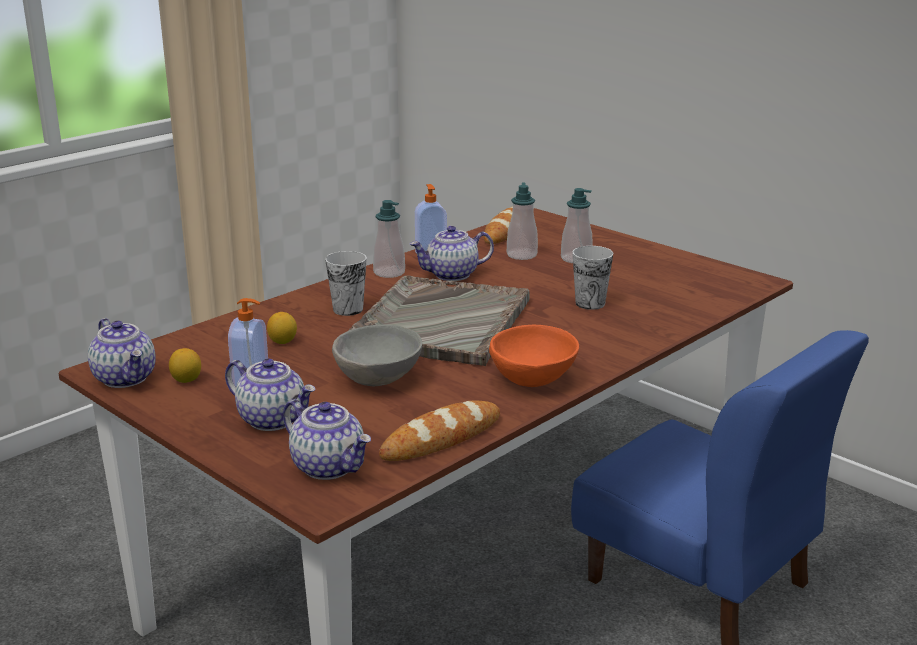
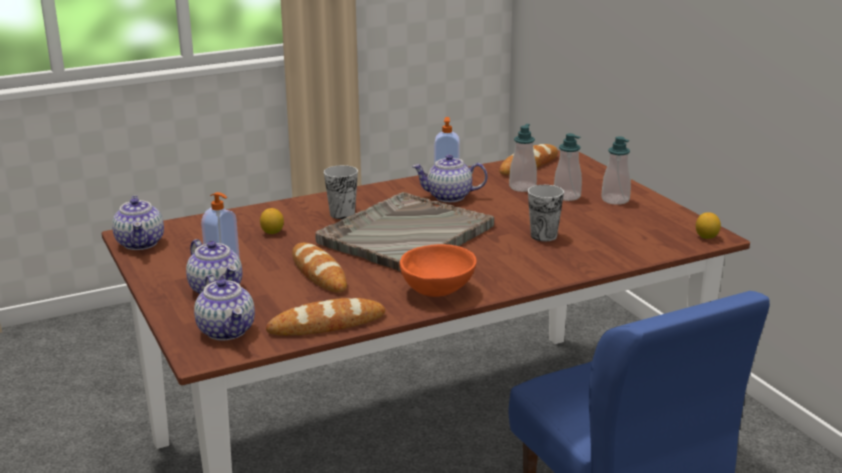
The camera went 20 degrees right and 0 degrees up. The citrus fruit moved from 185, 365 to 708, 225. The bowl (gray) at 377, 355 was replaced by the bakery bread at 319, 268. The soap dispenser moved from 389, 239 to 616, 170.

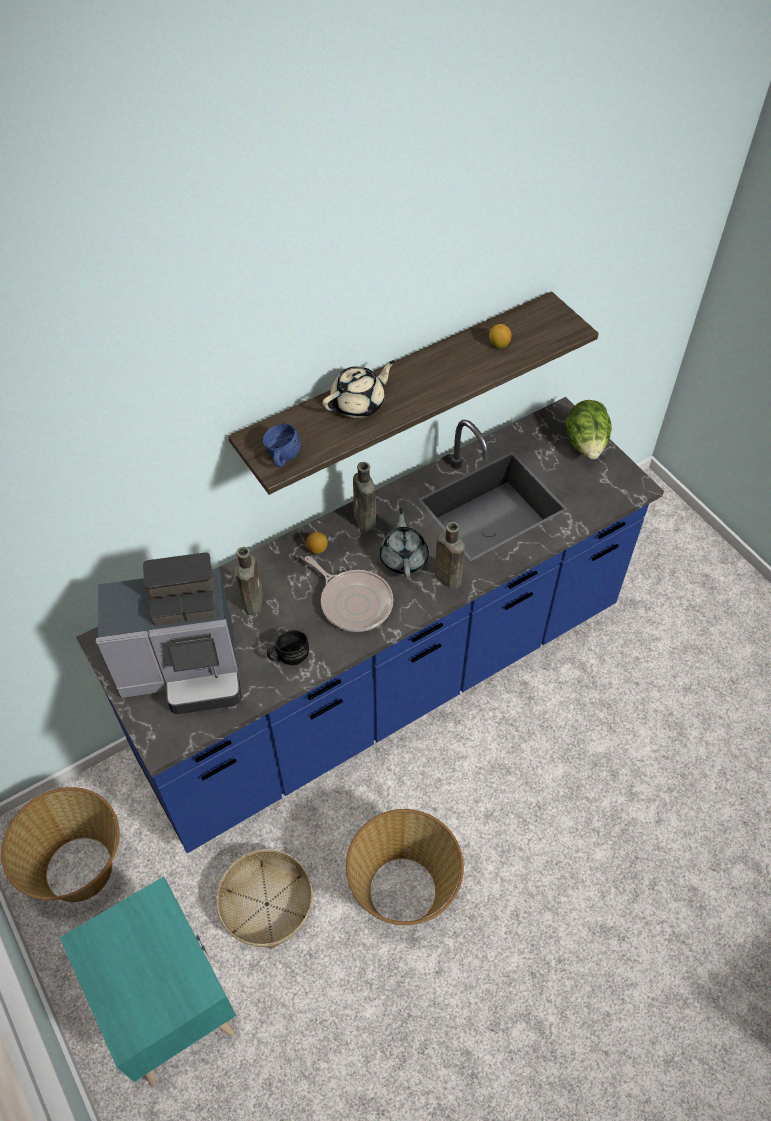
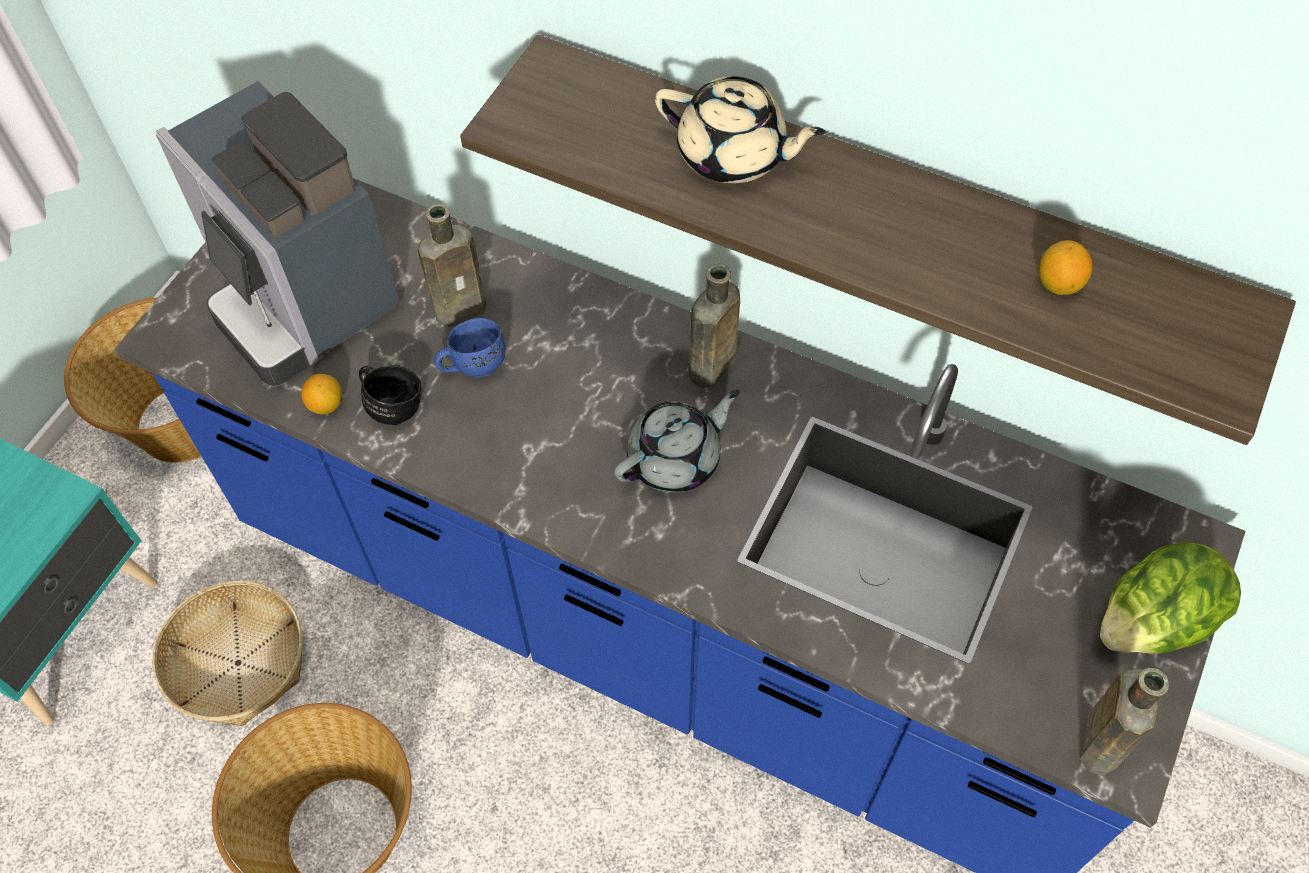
The camera went 60 degrees right and 5 degrees up. The coffee mug (bluish) moved from 282, 445 to 469, 347. The frying pan at 348, 594 disappeared. The citrus fruit moved from 317, 543 to 321, 394. The drink bottle (brownish) moved from 450, 555 to 1124, 722.

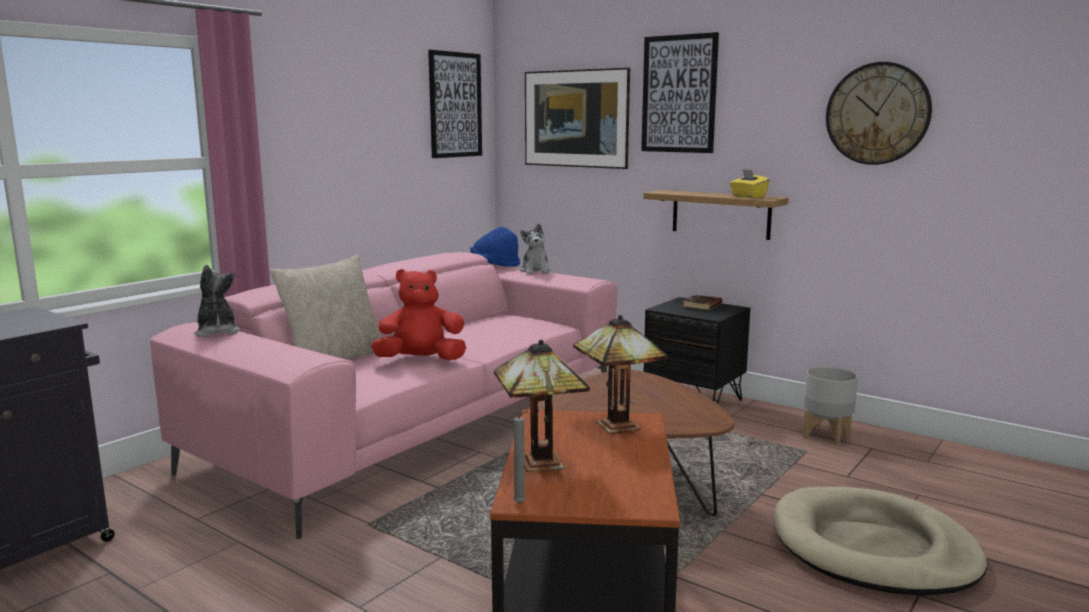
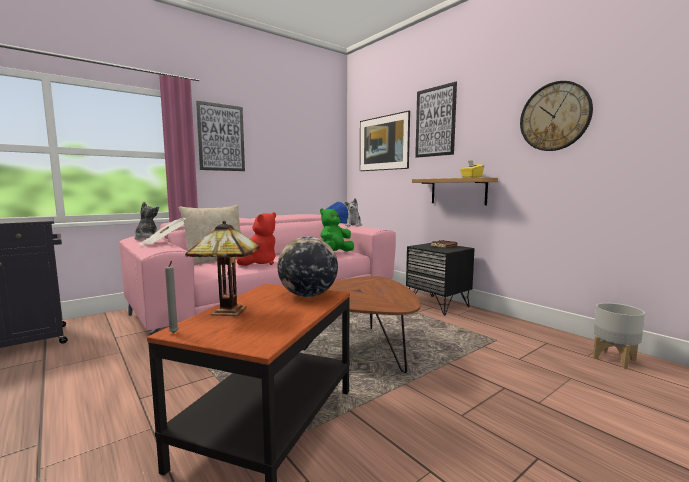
The camera went 15 degrees right and 5 degrees down. The cuddly toy (red) at 418, 314 turned 120 degrees clockwise. The wall picture moved from 455, 104 to 220, 136. The lamp for a table at 620, 374 was replaced by the globe at 307, 266. The dog cushion (beige) at 880, 541 disappeared. The planter (gray) moved from 830, 406 to 619, 336. The printed paper at 162, 231 appeared. The cuddly toy (greenish) at 337, 230 appeared.

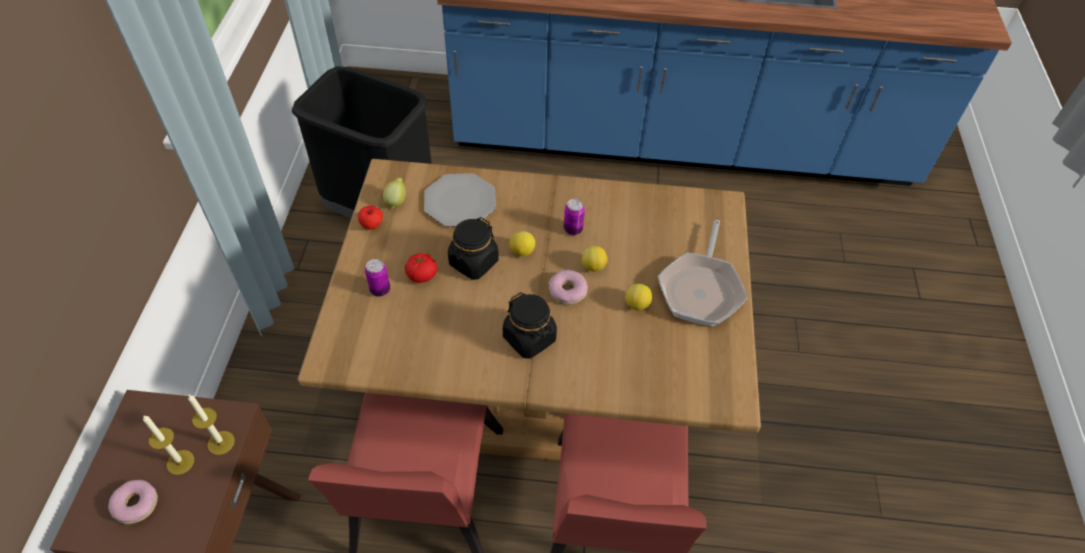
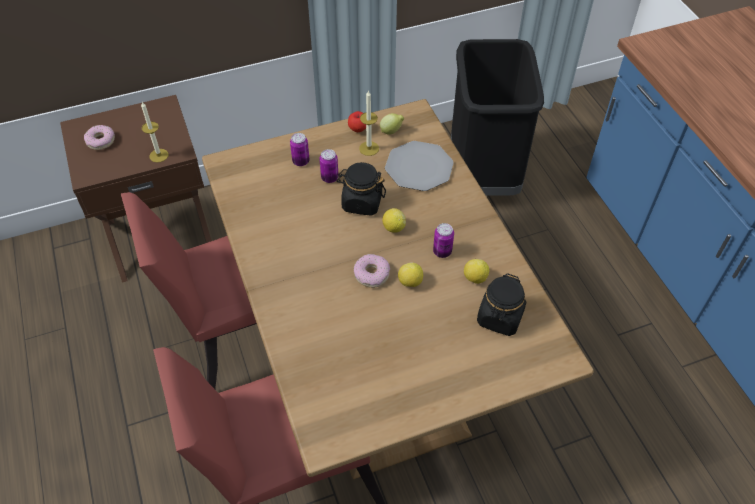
The camera went 65 degrees right and 0 degrees up. The wax candle moved from 168, 445 to 369, 123. The tomato at 421, 268 was replaced by the sealed can at 329, 166. The jar (black-coloured) moved from 530, 325 to 502, 304. The citrus fruit moved from 638, 297 to 476, 271. The frying pan at 702, 273 disappeared.

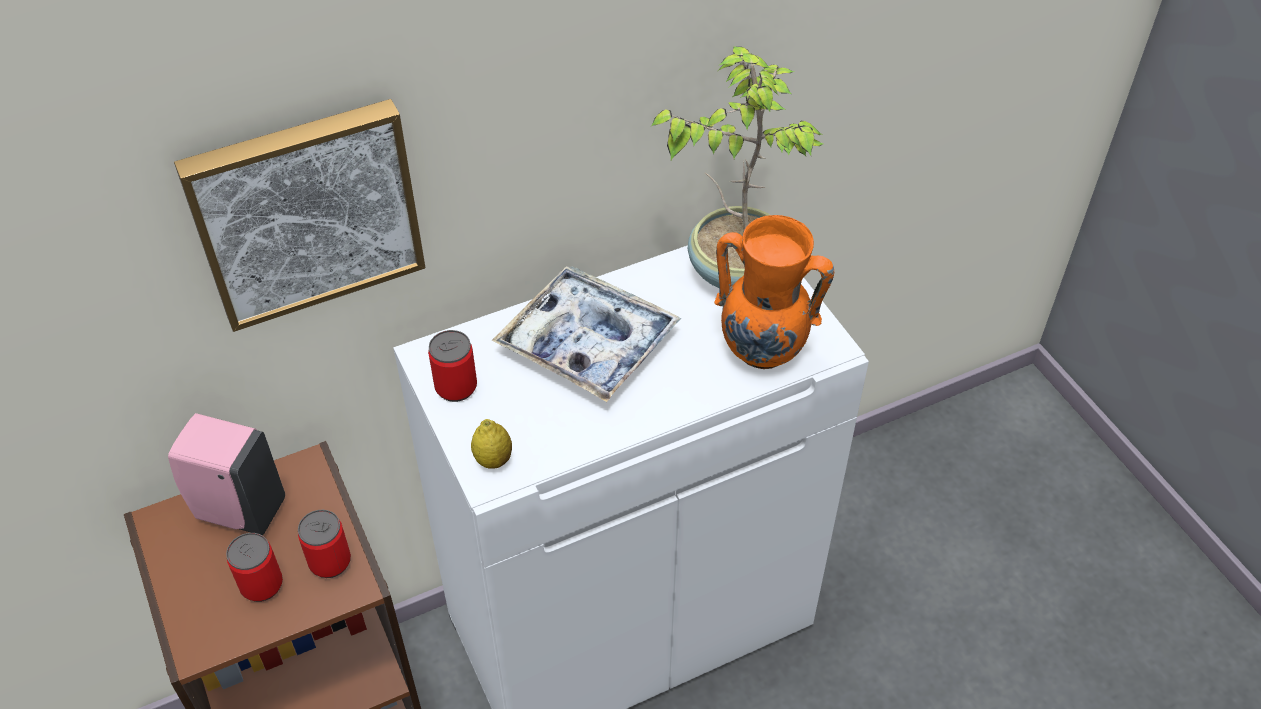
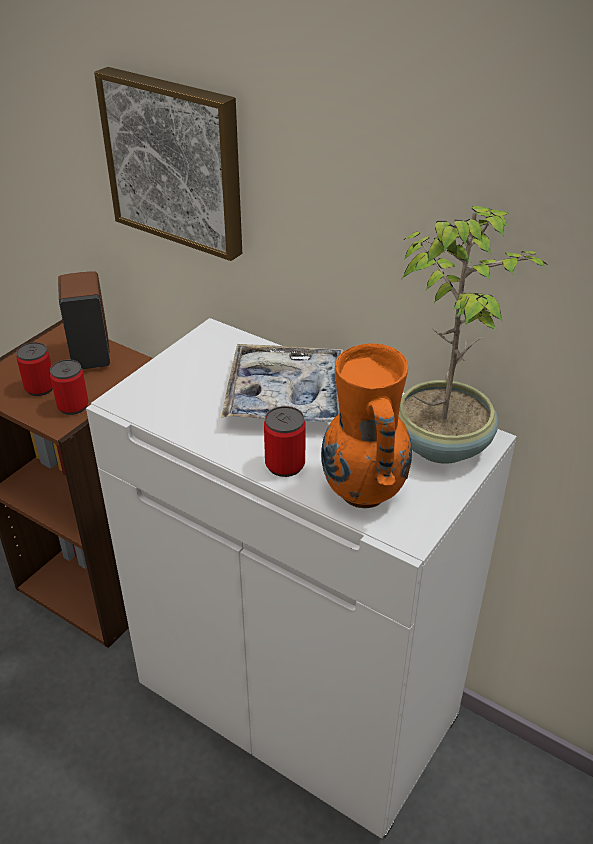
The camera went 60 degrees right and 10 degrees down. The soap dispenser (pinkish) at 226, 474 became the soap dispenser (brownish) at 84, 320. The sealed can moved from 452, 366 to 285, 441. The citrus fruit at 491, 444 disappeared.

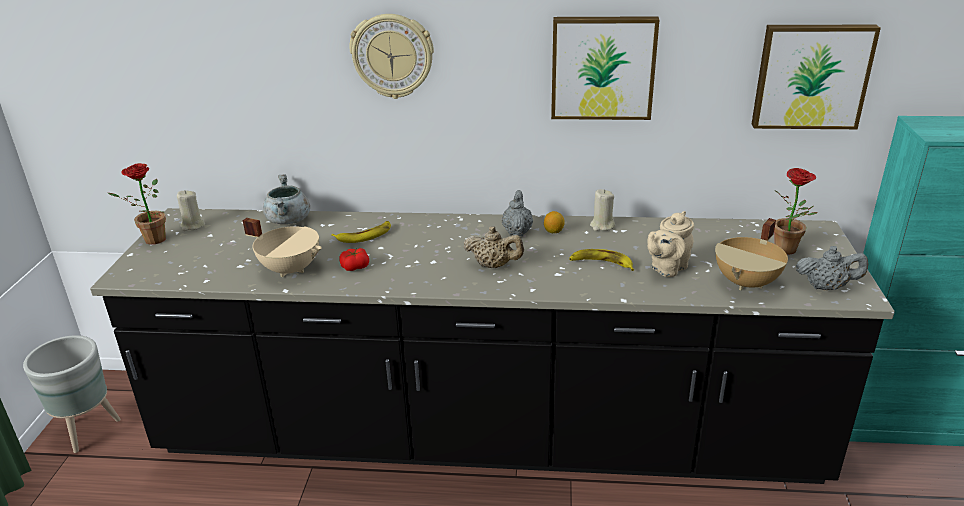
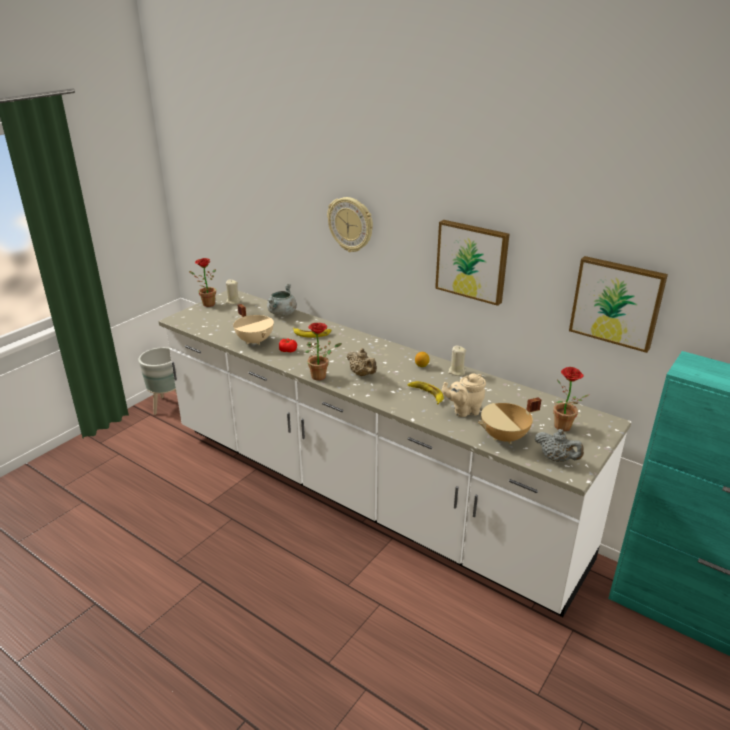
The camera went 30 degrees right and 0 degrees up. The kitchen counter (black-coloured) at 492, 346 became the kitchen counter (white) at 394, 453. The pot for tea (gray) at 517, 213 disappeared. The houseplant at 323, 351 appeared.

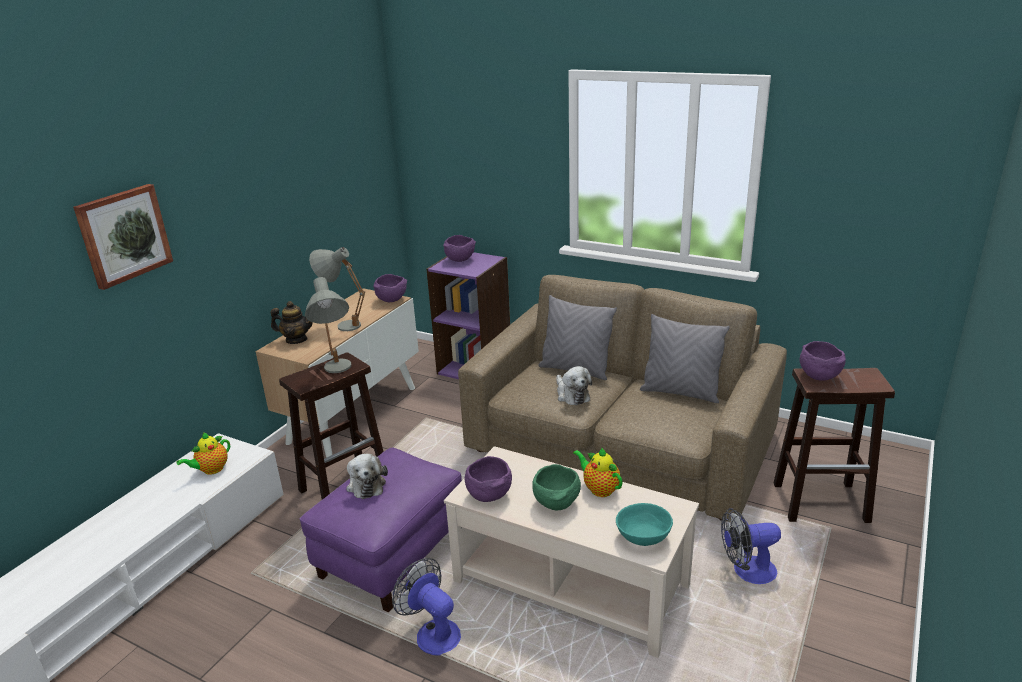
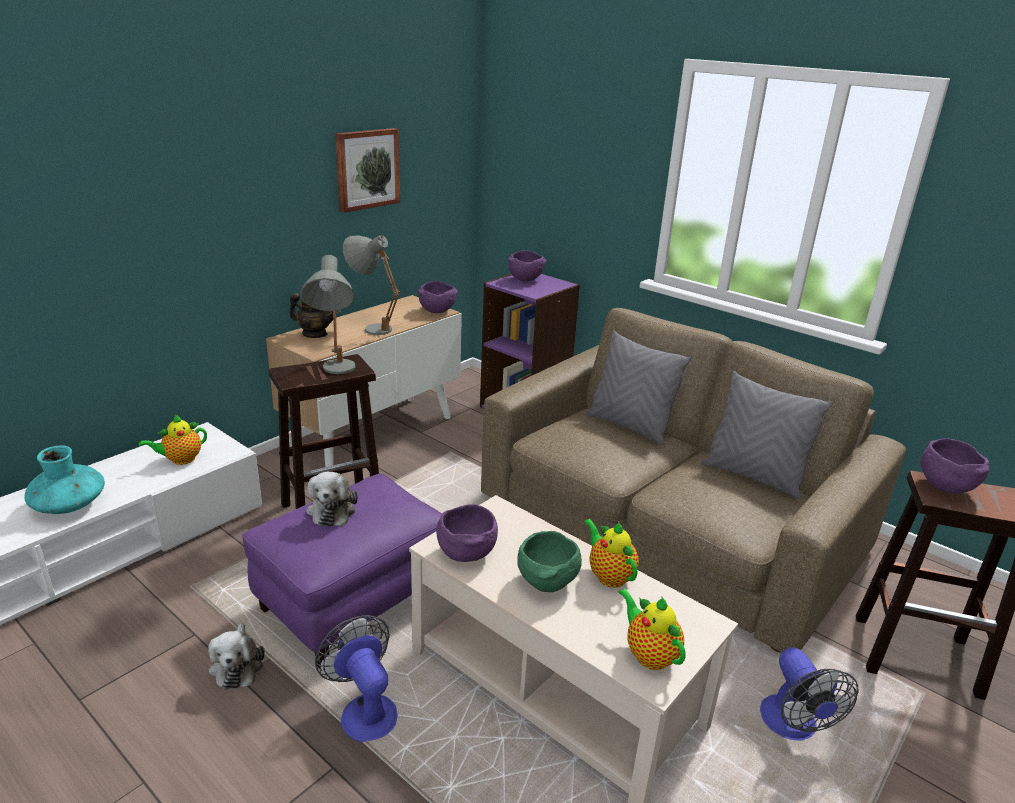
The camera went 10 degrees right and 0 degrees up. The wall picture moved from 123, 237 to 367, 170. The cuddly toy moved from 574, 386 to 236, 656. The bowl (turquoise) at 644, 524 was replaced by the pot for tea at 652, 629. The cooling fan at 751, 546 turned 105 degrees counterclockwise. The vase (turquoise) at 65, 479 appeared.

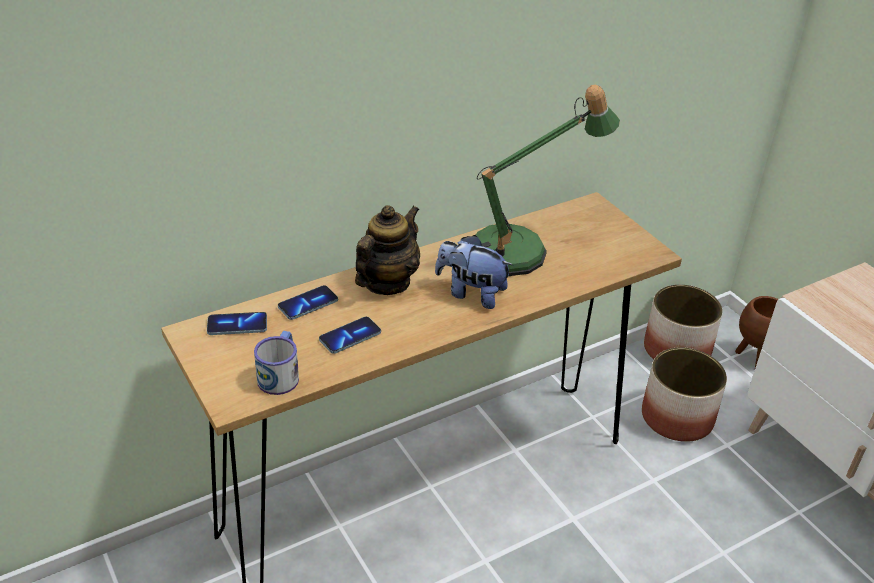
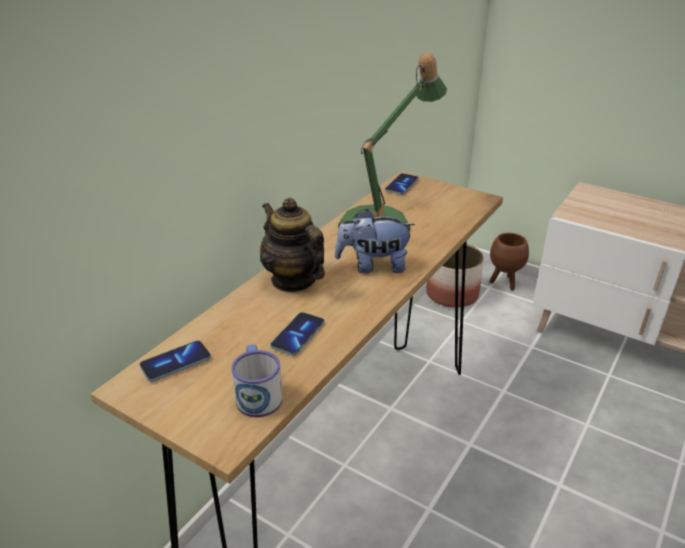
The camera went 25 degrees left and 5 degrees down. The phone moved from 308, 302 to 402, 184. The pot for tea at 387, 250 turned 45 degrees counterclockwise. The planter at 684, 394 disappeared.

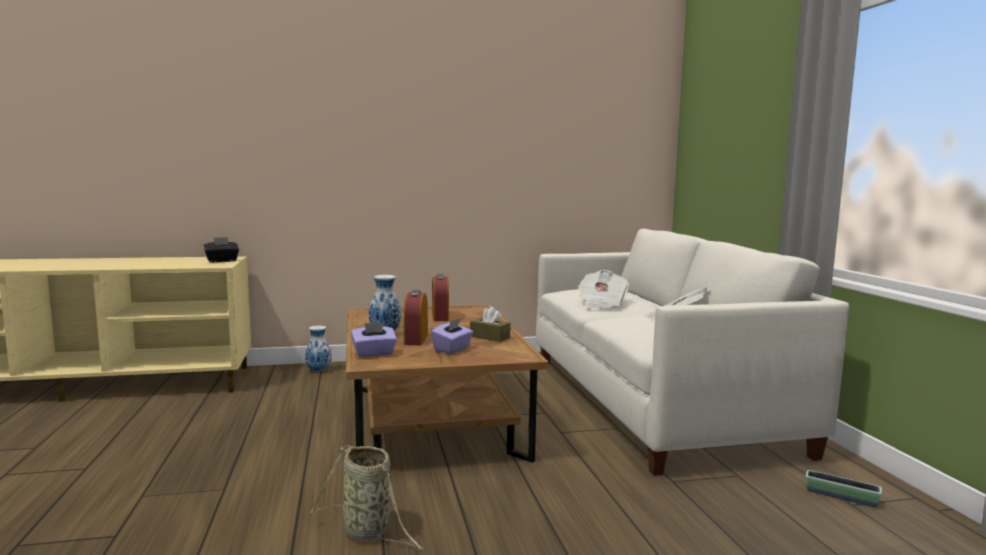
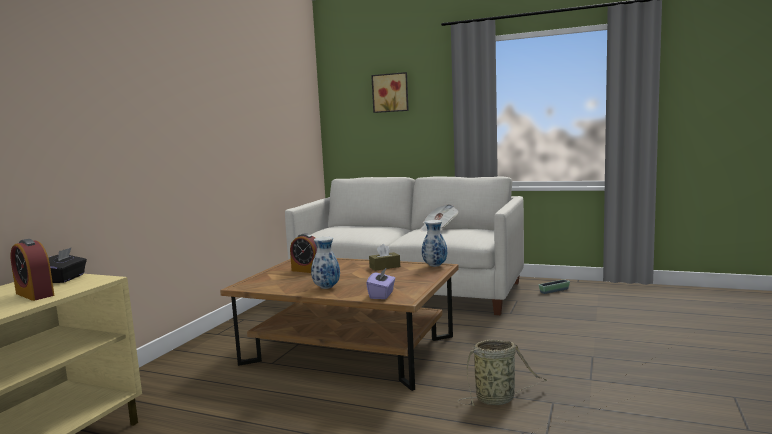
The camera went 55 degrees left and 0 degrees up. The vase moved from 318, 349 to 434, 243. The alarm clock moved from 415, 317 to 32, 270. The tissue holder (purple-coloured) at 452, 336 disappeared. The printed paper at 603, 289 disappeared. The wall picture at 390, 92 appeared.

